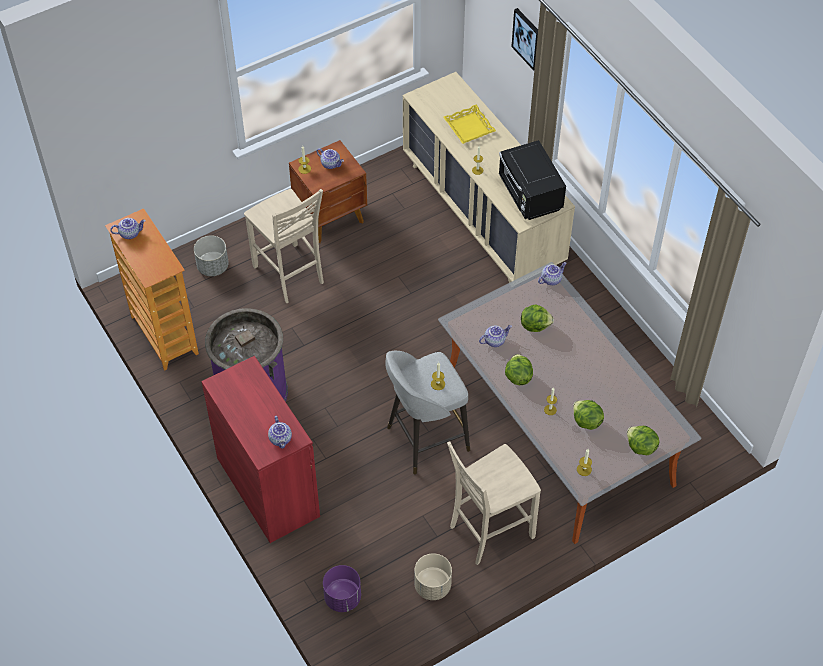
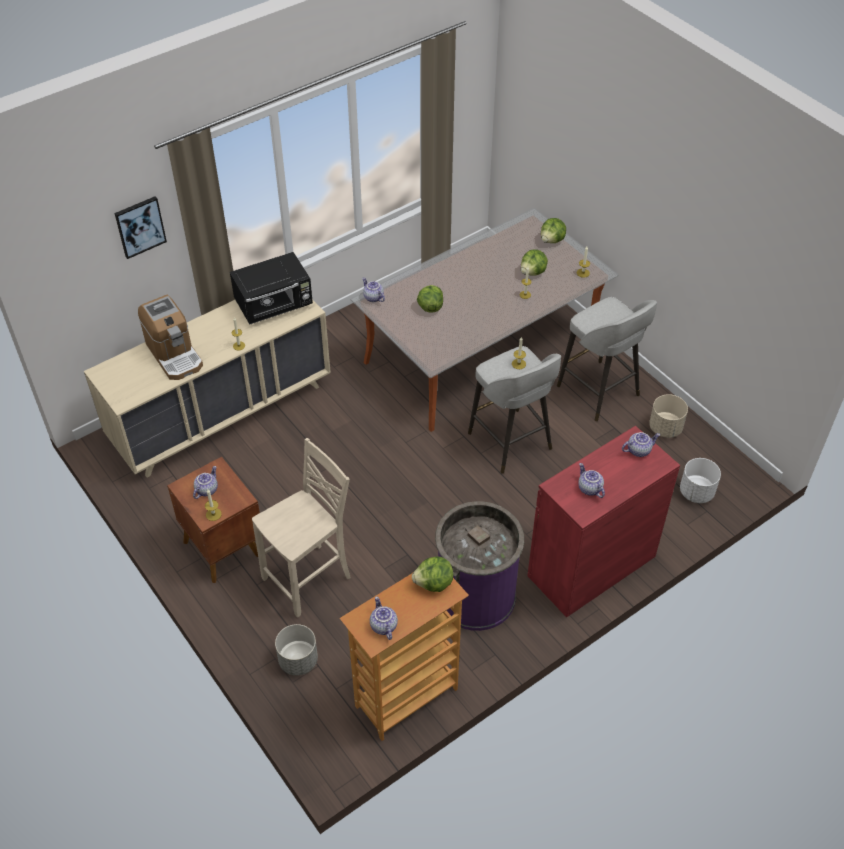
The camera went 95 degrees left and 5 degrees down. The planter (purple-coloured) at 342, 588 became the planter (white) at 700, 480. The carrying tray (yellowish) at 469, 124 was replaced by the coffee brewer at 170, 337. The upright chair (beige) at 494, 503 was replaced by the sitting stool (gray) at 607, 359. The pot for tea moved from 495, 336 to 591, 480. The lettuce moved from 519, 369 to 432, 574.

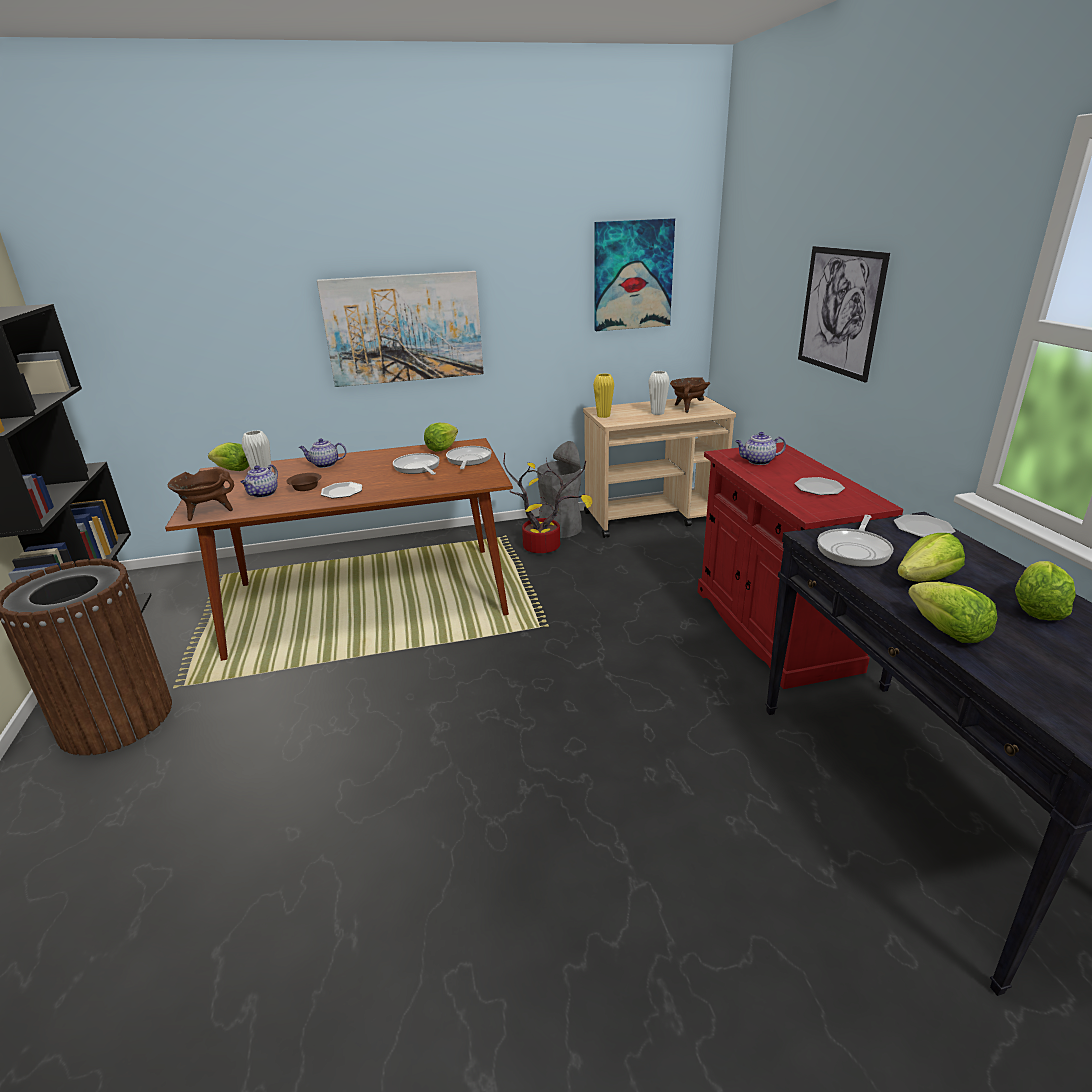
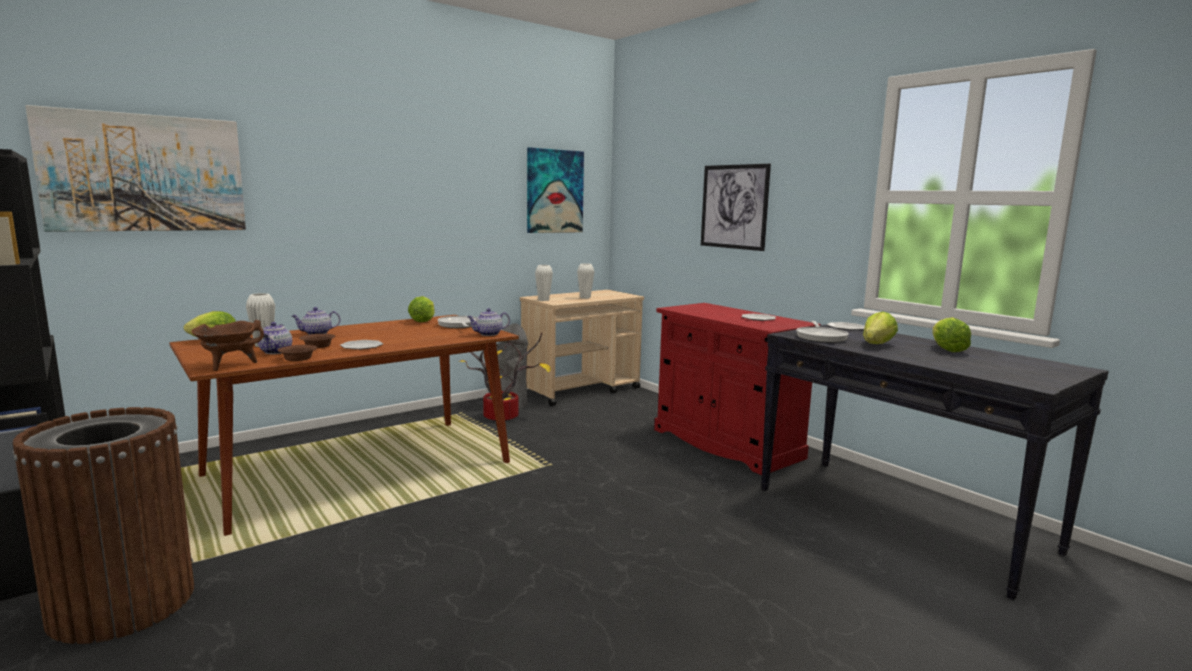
The camera went 25 degrees left and 15 degrees down. The wall picture moved from 400, 329 to 136, 168. The frying pan at 416, 464 disappeared. The vase (yellowish) at 603, 395 became the vase (white) at 544, 283. The saucepot (brownish) at 690, 395 disappeared. The pot for tea moved from 760, 448 to 488, 322. The lettuce at 952, 612 disappeared. The bowl (brownish) at 297, 353 appeared.

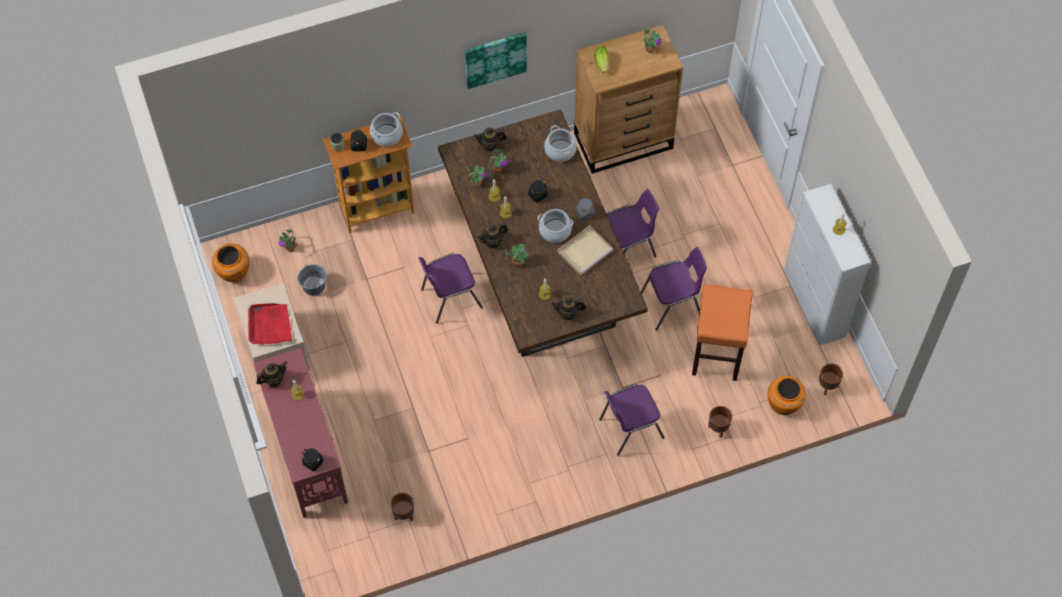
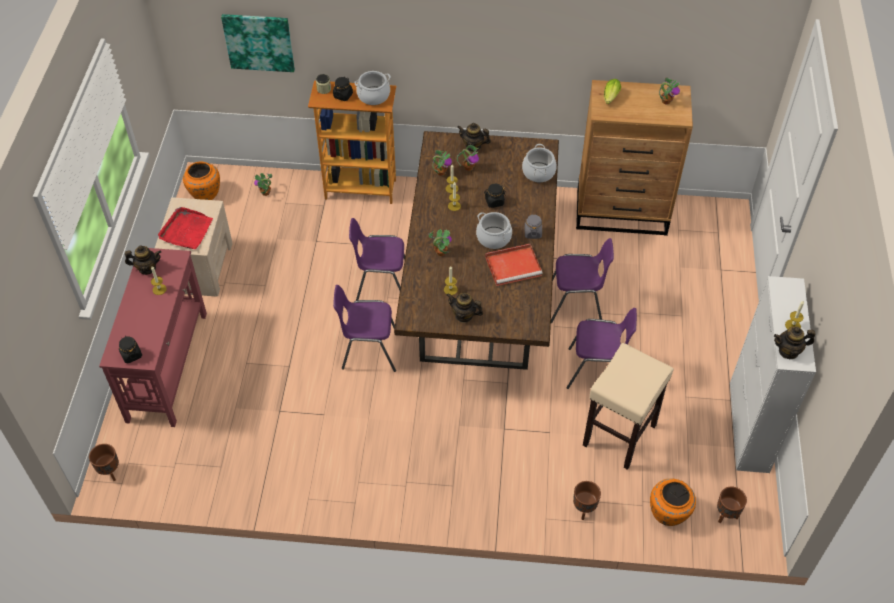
The camera went 25 degrees right and 10 degrees down. The water bucket (gray) at 312, 280 disappeared. The planter (brownish) moved from 402, 507 to 104, 462. The wall picture moved from 496, 60 to 258, 43. The pot for tea moved from 492, 235 to 794, 342. The carrying tray (beige) at 585, 250 became the carrying tray (red) at 514, 265. The upright chair (purple-coloured) moved from 632, 420 to 364, 328. The sitting stool (orange) at 722, 332 became the sitting stool (beige) at 628, 406.

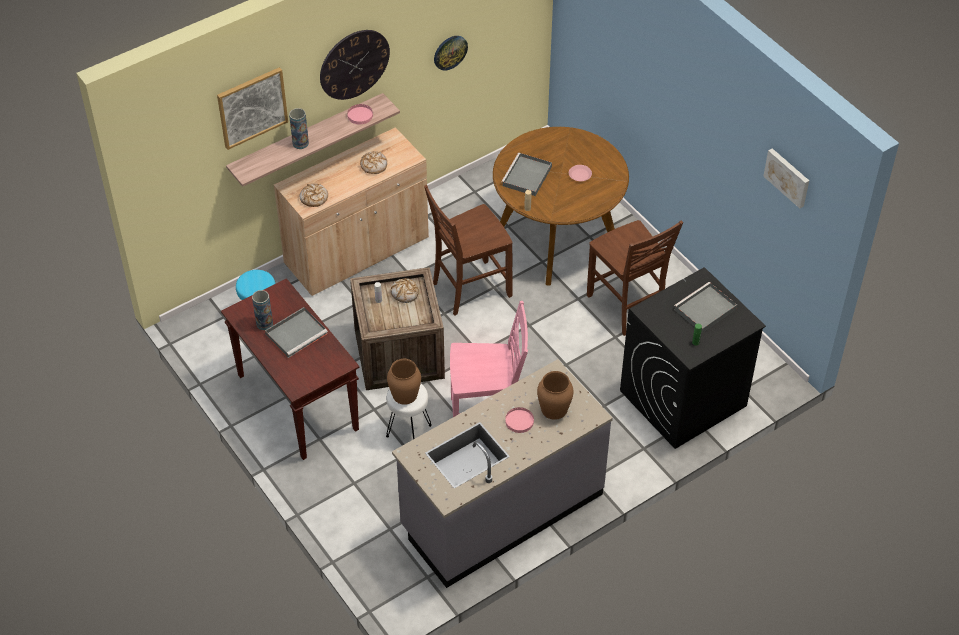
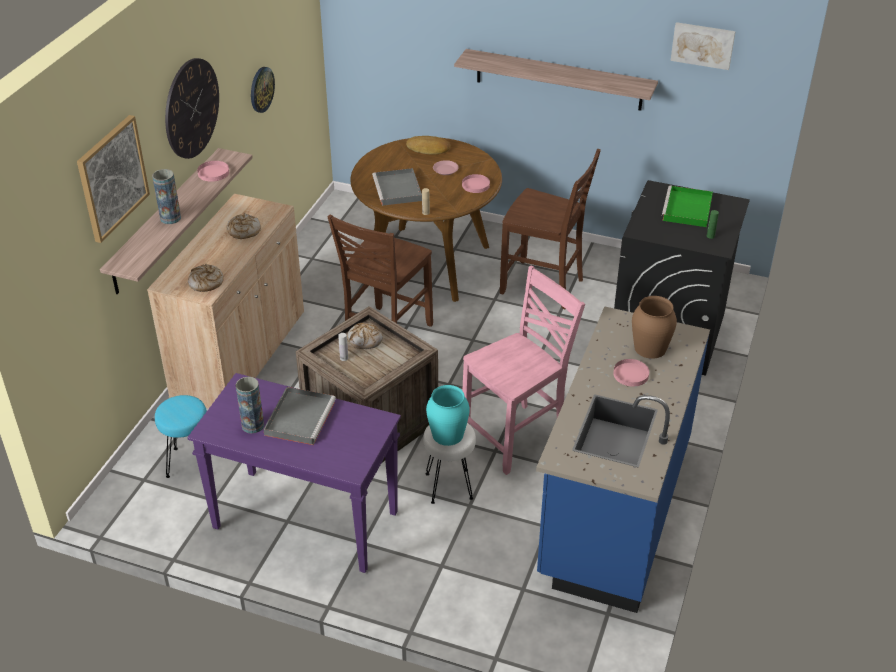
The camera went 35 degrees left and 10 degrees down. The console table (brownish) at 290, 369 became the console table (purple-coloured) at 294, 473. The vase (brownish) at 404, 382 became the vase (turquoise) at 448, 415. The kitchen counter (gray) at 502, 473 became the kitchen counter (bluish) at 623, 459. The carrying tray (gray) at 705, 307 became the carrying tray (greenish) at 687, 206. The bakery bread at 428, 145 appeared. The shelf at 556, 80 appeared. The dinner plate (pinkish) at 476, 183 appeared.

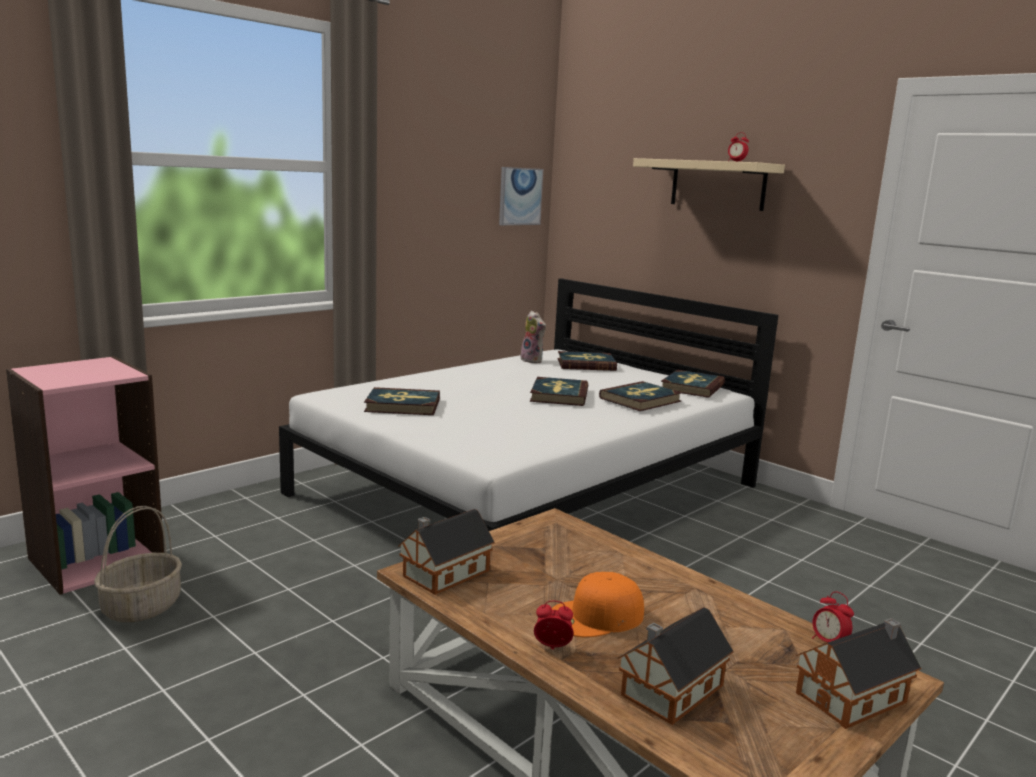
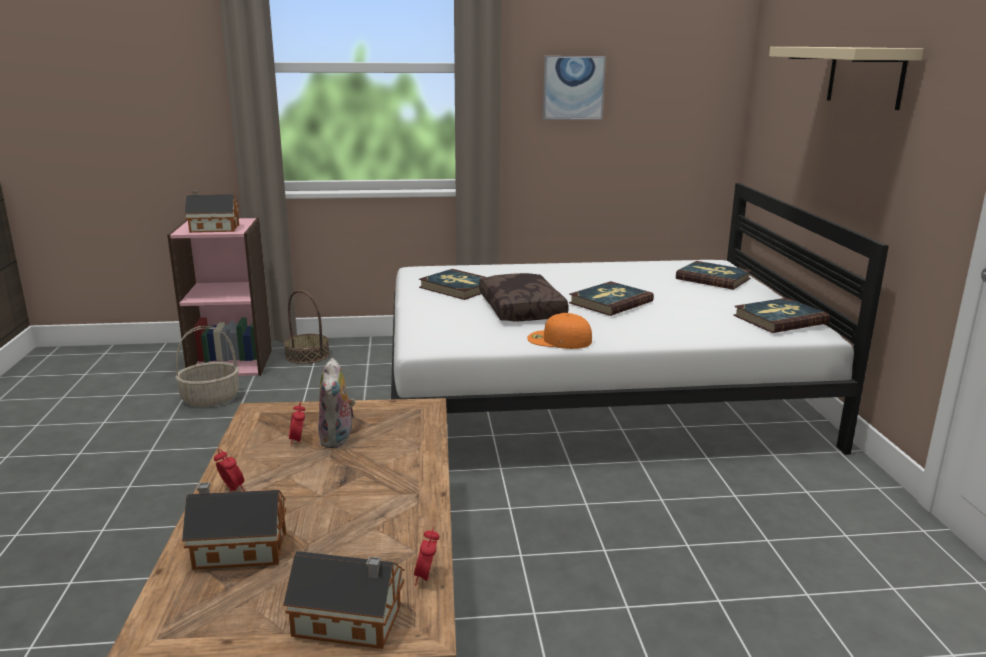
The camera went 40 degrees right and 5 degrees up. The toy house moved from 446, 552 to 211, 211. The wall picture moved from 521, 196 to 574, 88. The cuddly toy moved from 533, 337 to 337, 403. The baseball cap (orange) moved from 598, 604 to 559, 331. The bound book at 640, 396 disappeared. The alarm clock moved from 738, 147 to 297, 423. The storage basket at 307, 327 appeared. The throw pillow (brownish) at 524, 297 appeared.

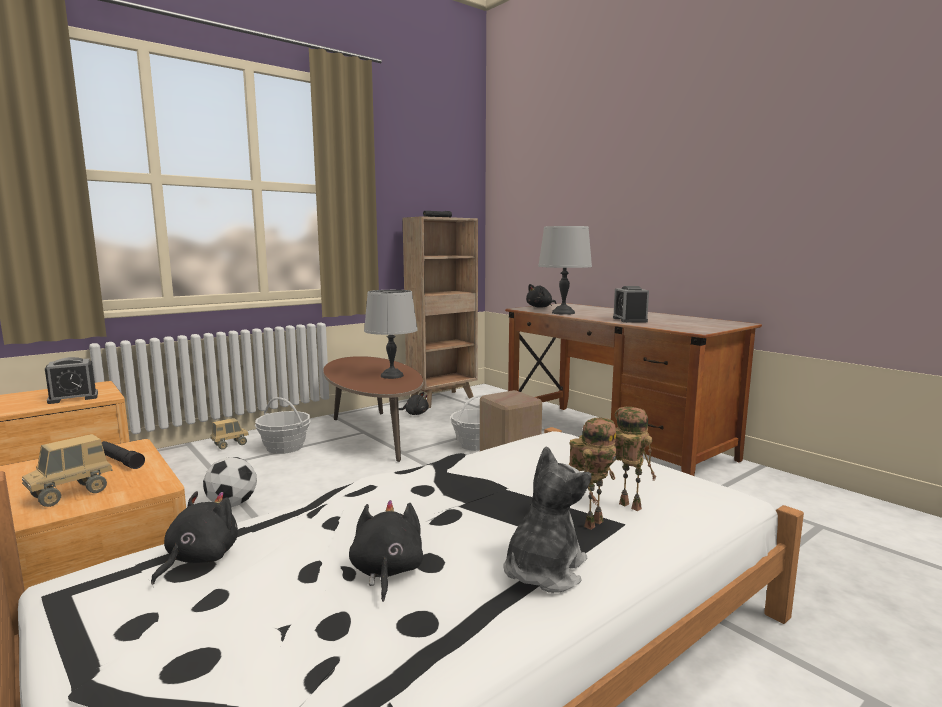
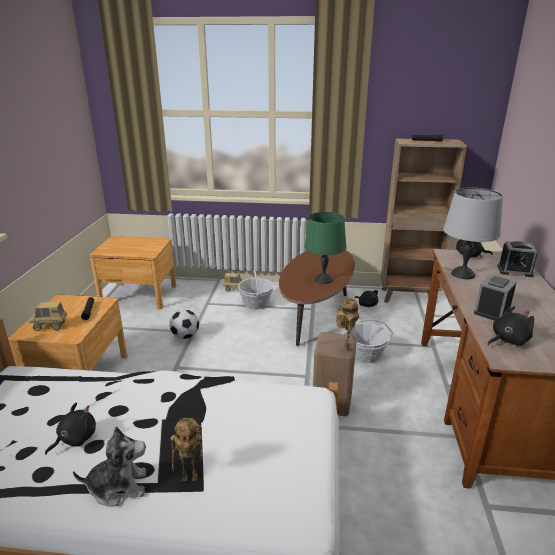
The camera went 45 degrees right and 15 degrees up. The alarm clock moved from 71, 380 to 518, 259. The cuddly toy (black-coloured) moved from 194, 538 to 510, 326. The lamp for a table (gray) at 391, 334 became the lamp for a table (greenish) at 325, 248. The robot figure moved from 635, 459 to 347, 324.

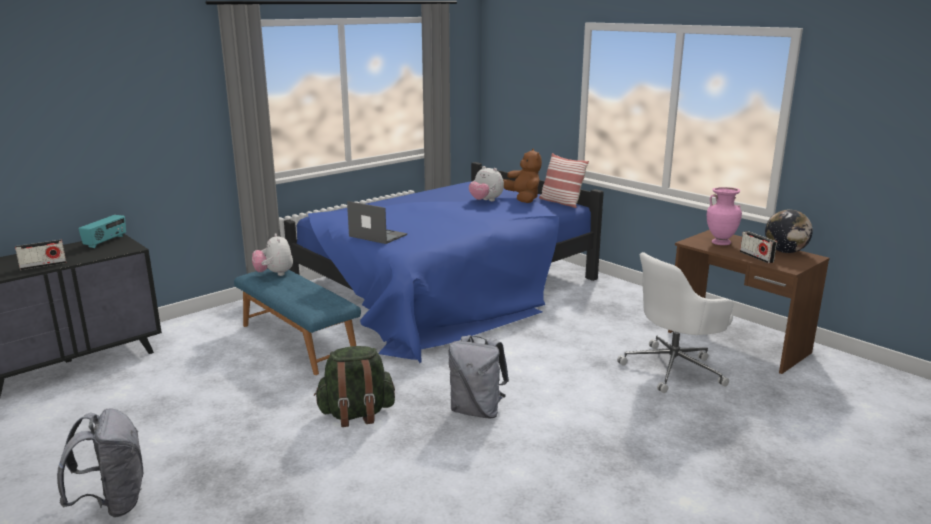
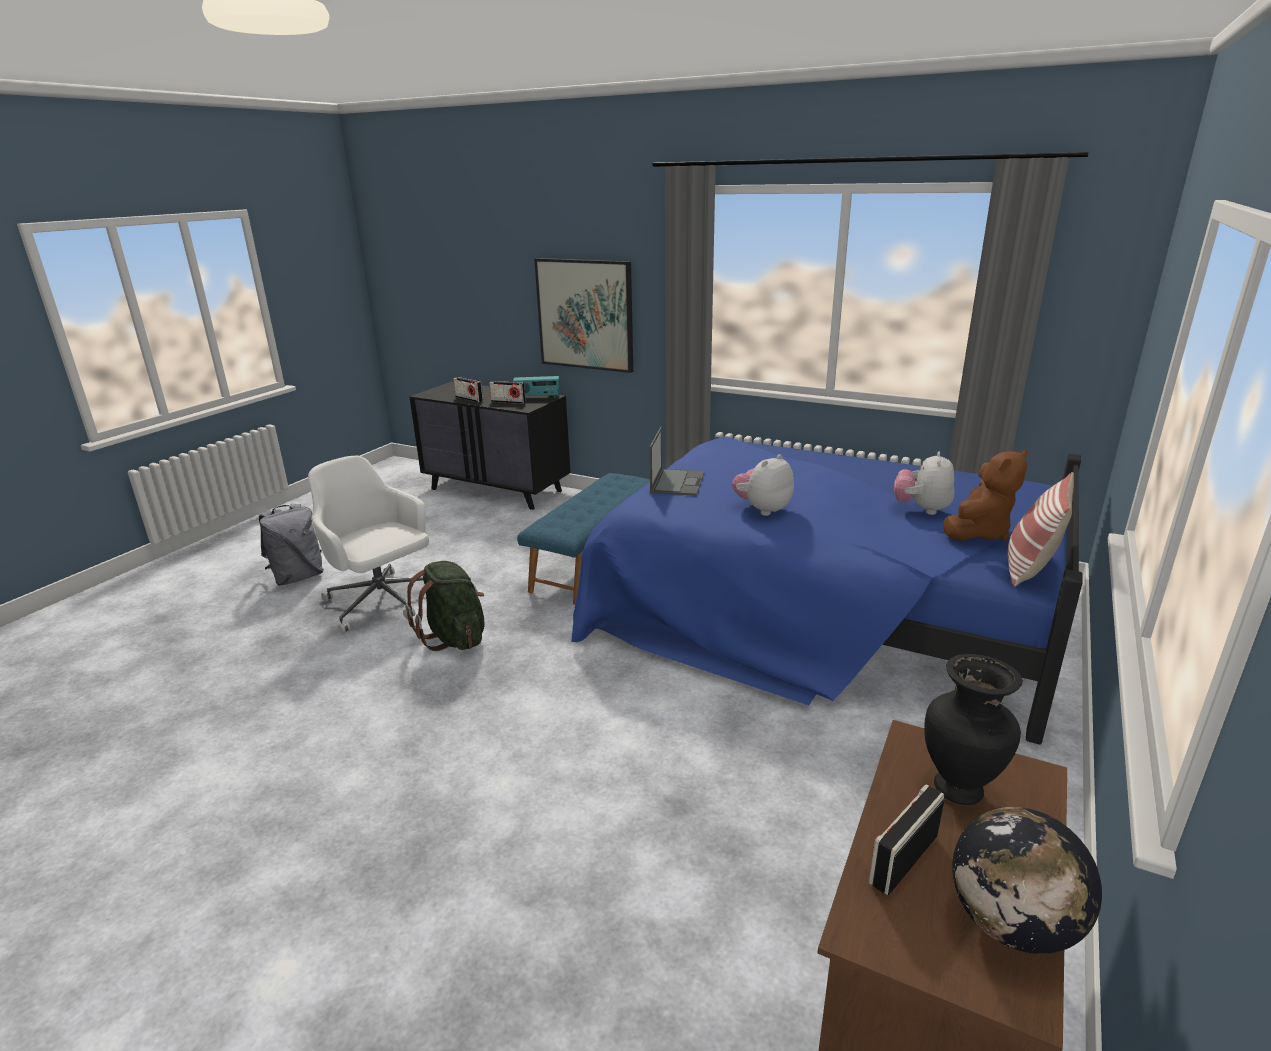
The camera went 70 degrees right and 5 degrees up. The cuddly toy moved from 272, 254 to 763, 485. The rucksack (gray) at 478, 377 disappeared. The computer chair (white) moved from 675, 322 to 368, 545. The vase (pinkish) at 724, 216 became the vase (black-coloured) at 973, 729. The radio set at 507, 392 appeared. The wall picture at 583, 315 appeared.

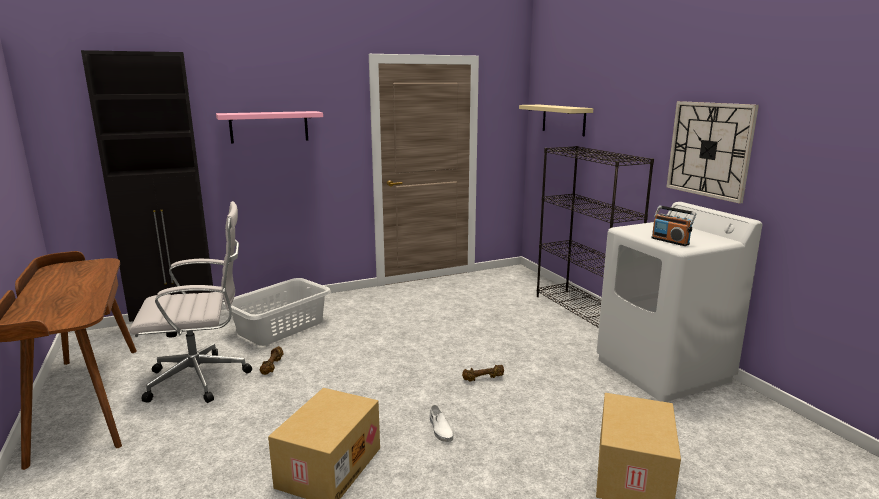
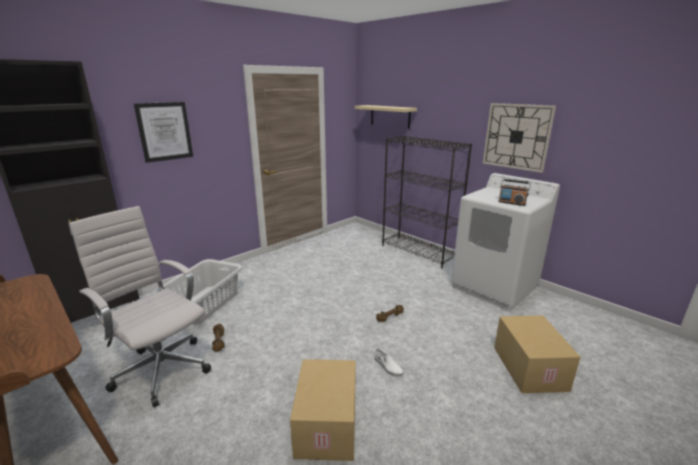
The camera went 20 degrees left and 5 degrees up. The computer chair (white) at 190, 302 turned 105 degrees counterclockwise. The shelf (pinkish) at 269, 127 was replaced by the wall picture at 163, 132.

